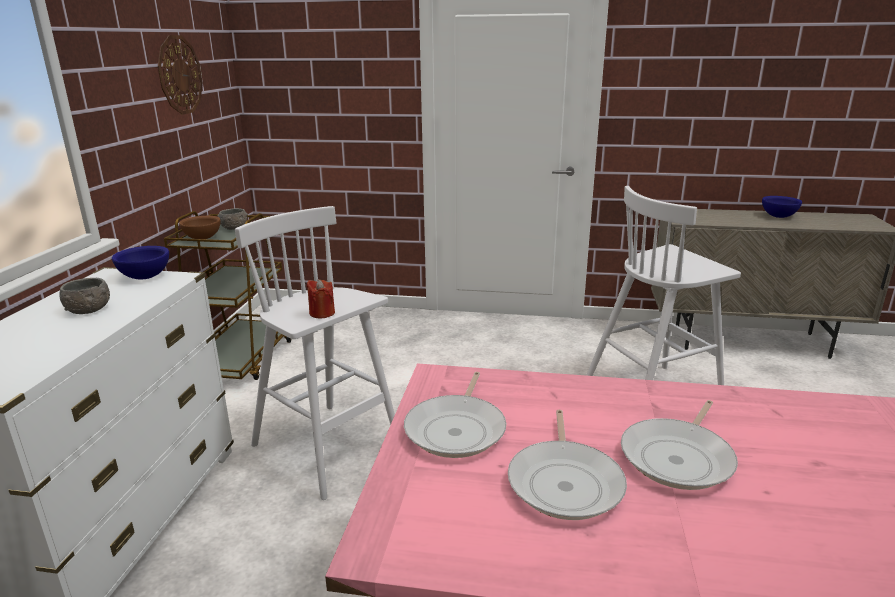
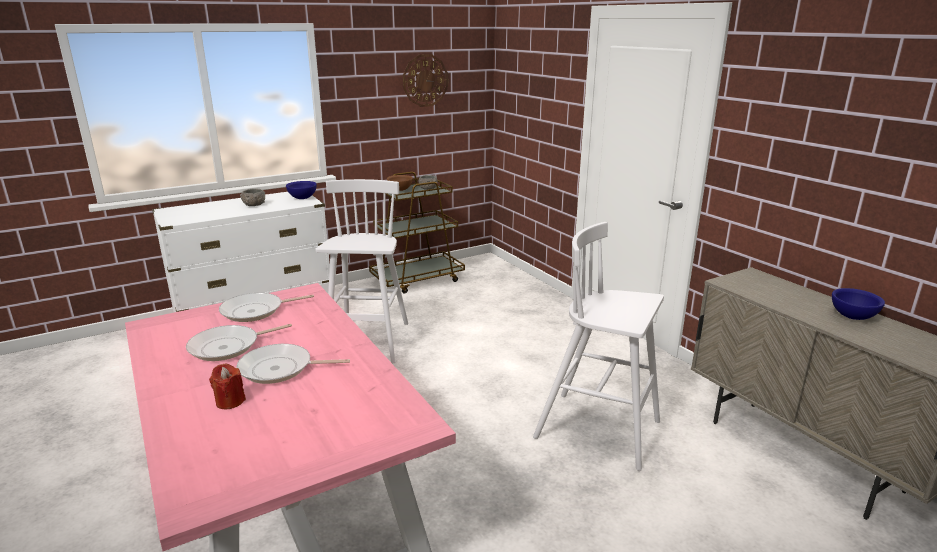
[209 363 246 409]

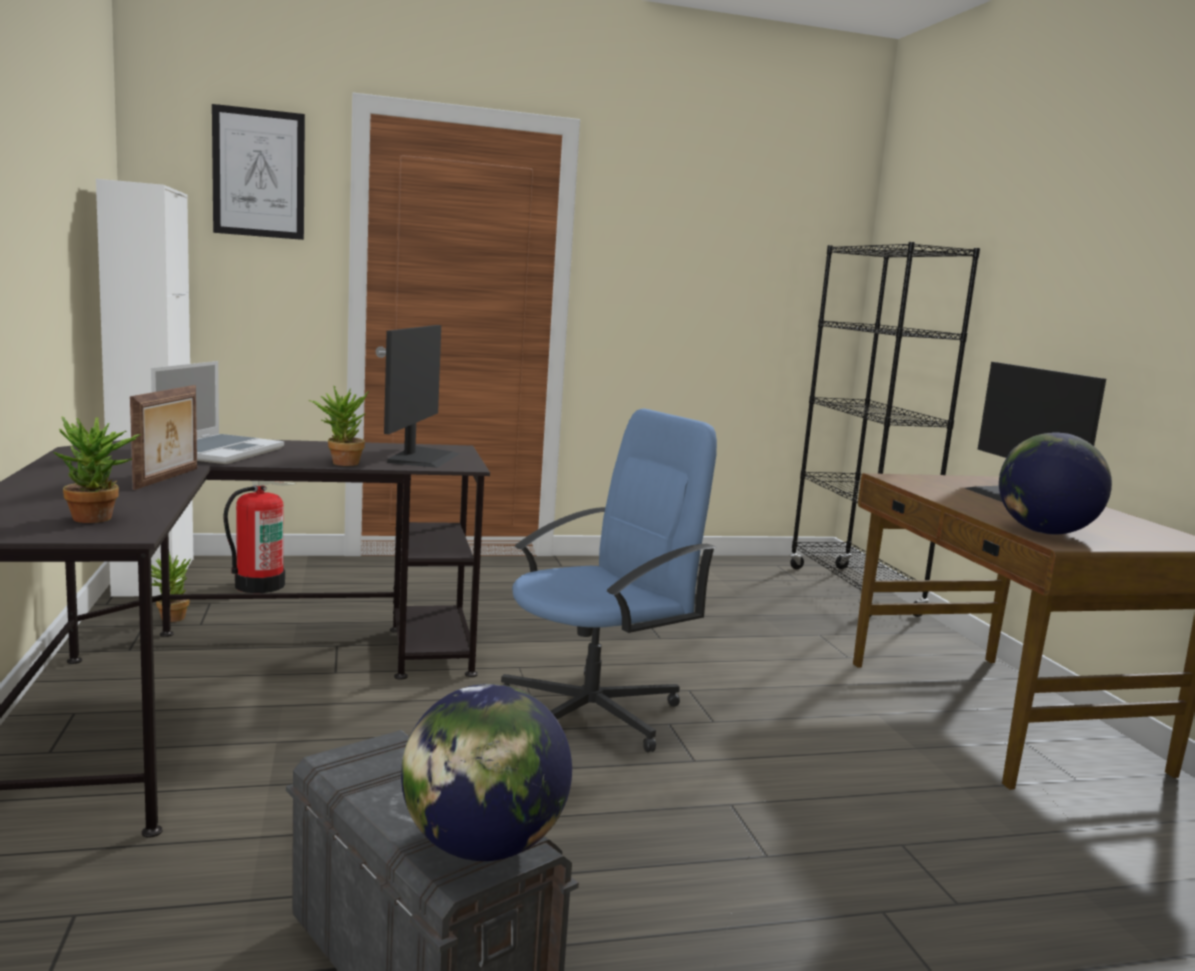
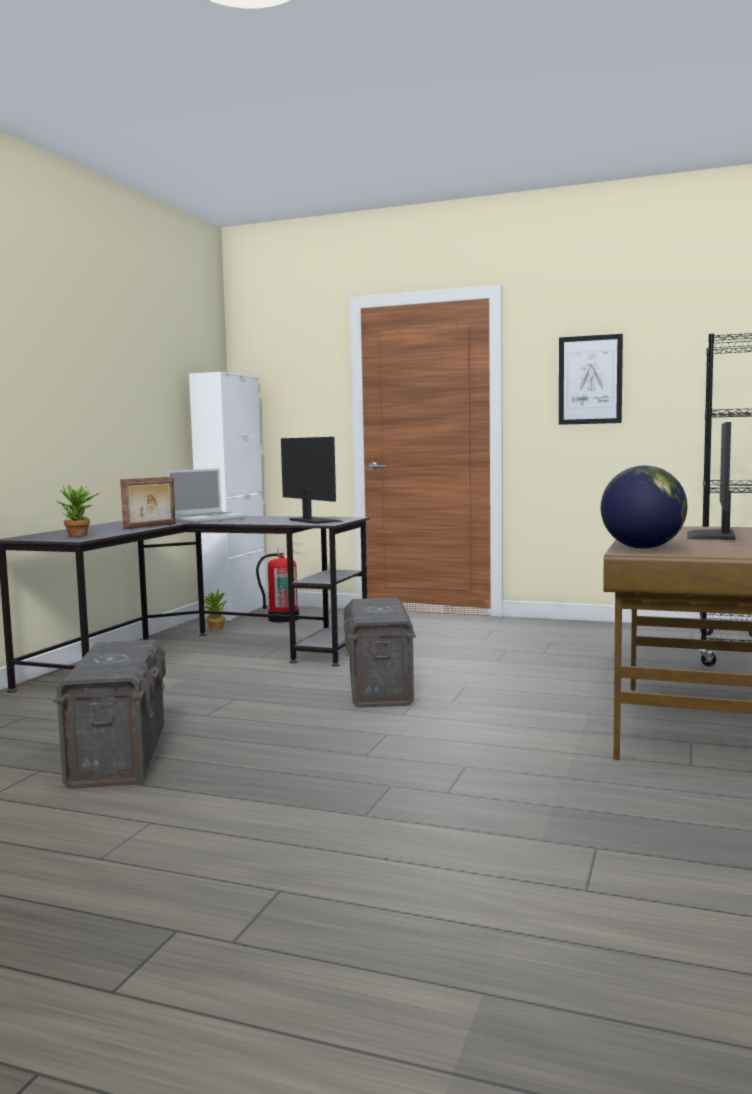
[559 334 623 425]
[281 437 344 524]
[309 386 369 466] (first image)
[344 598 416 708]
[401 684 572 861] (first image)

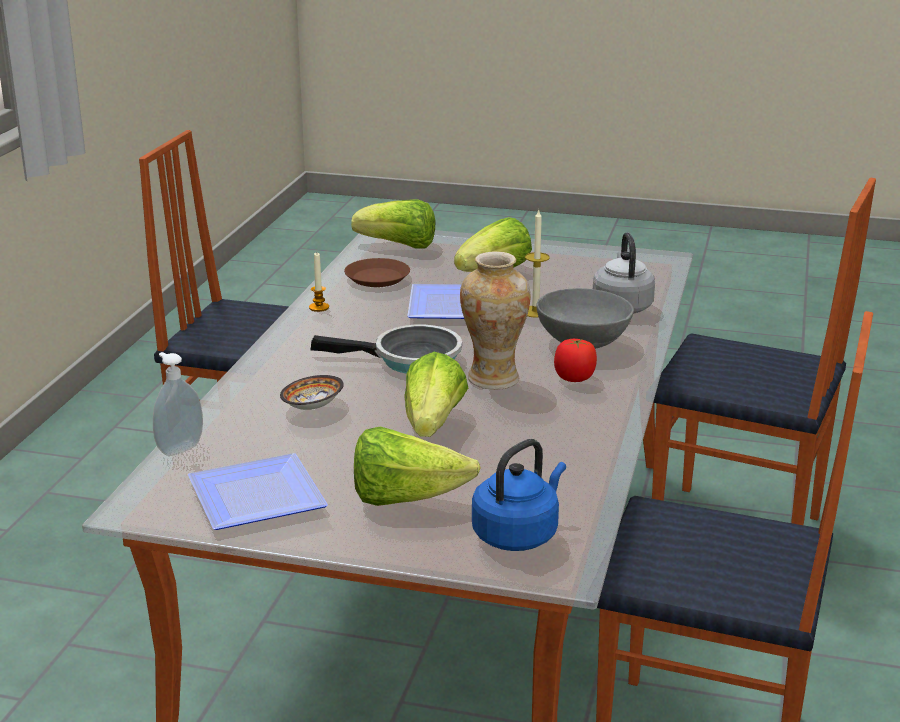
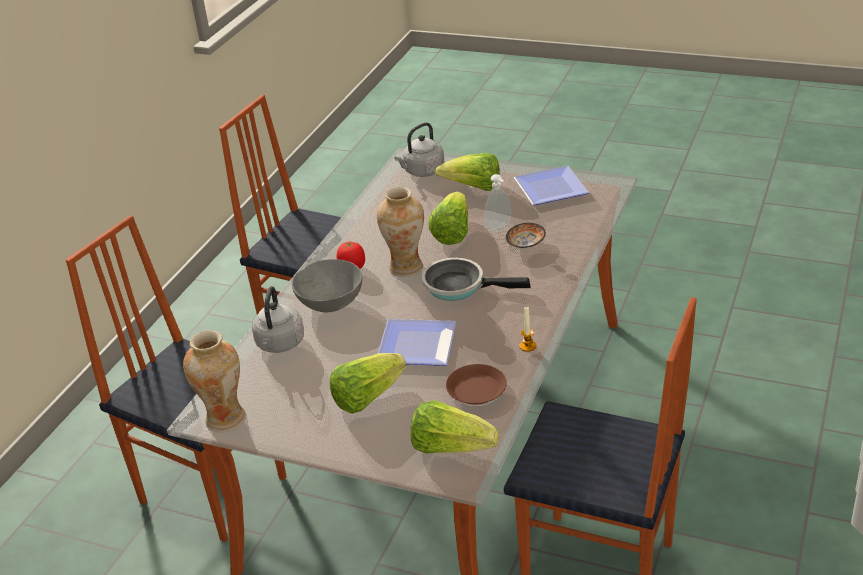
[525 210 550 318] (first image)
[485 174 511 232]
[394 122 444 177]
[183 330 246 433]

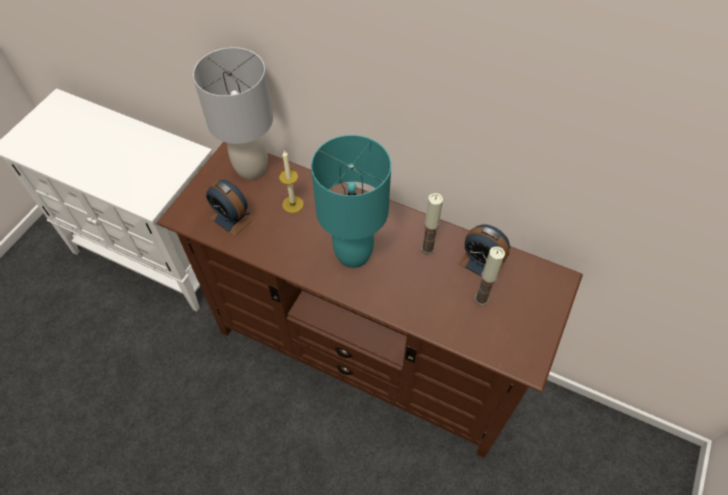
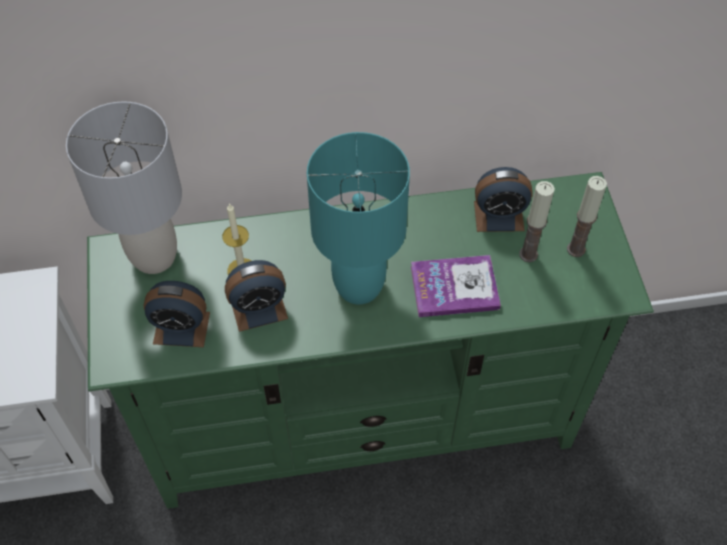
[87 172 654 509]
[567 176 607 257]
[411 255 501 317]
[225 260 288 332]

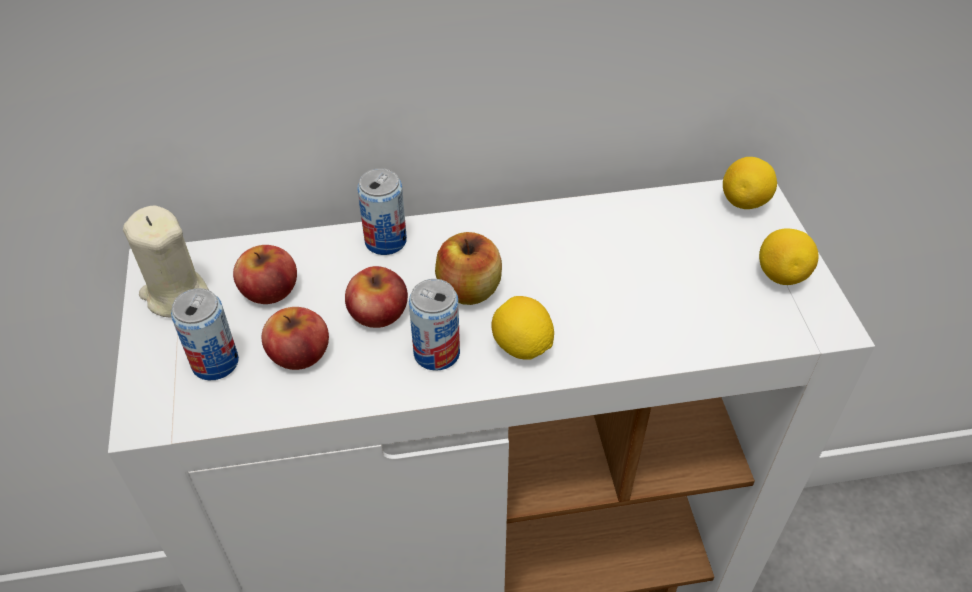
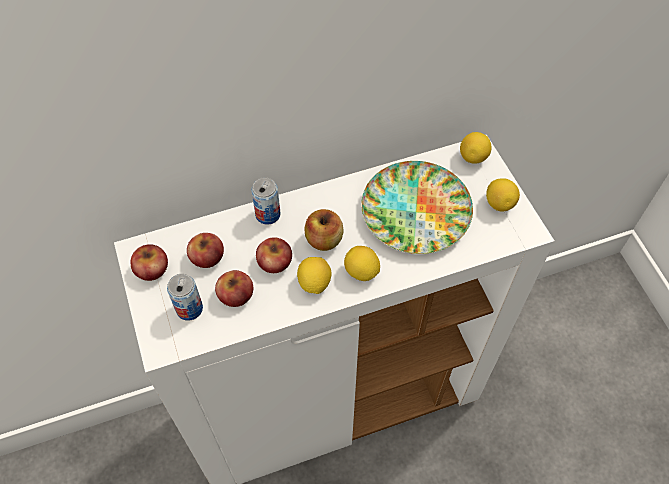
[131 244 168 281]
[297 257 332 294]
[361 161 473 254]

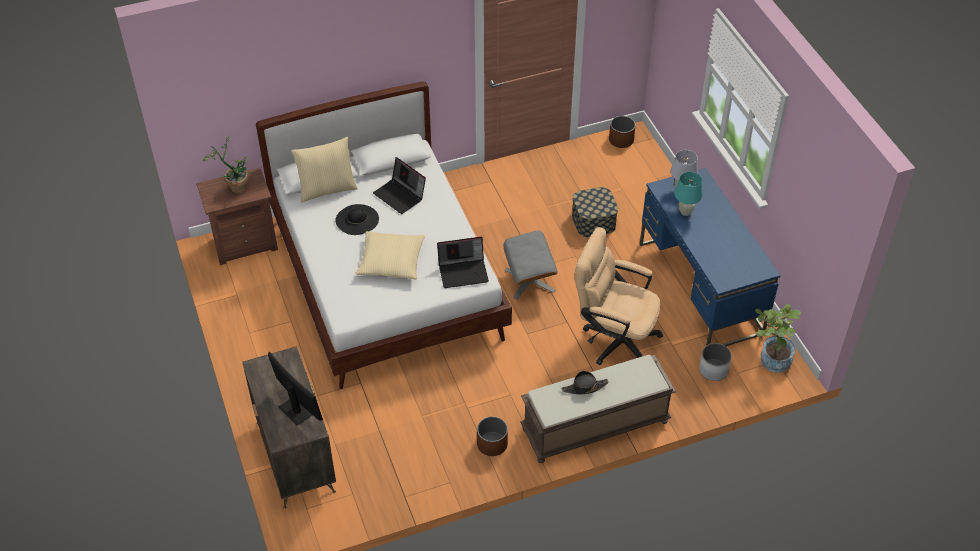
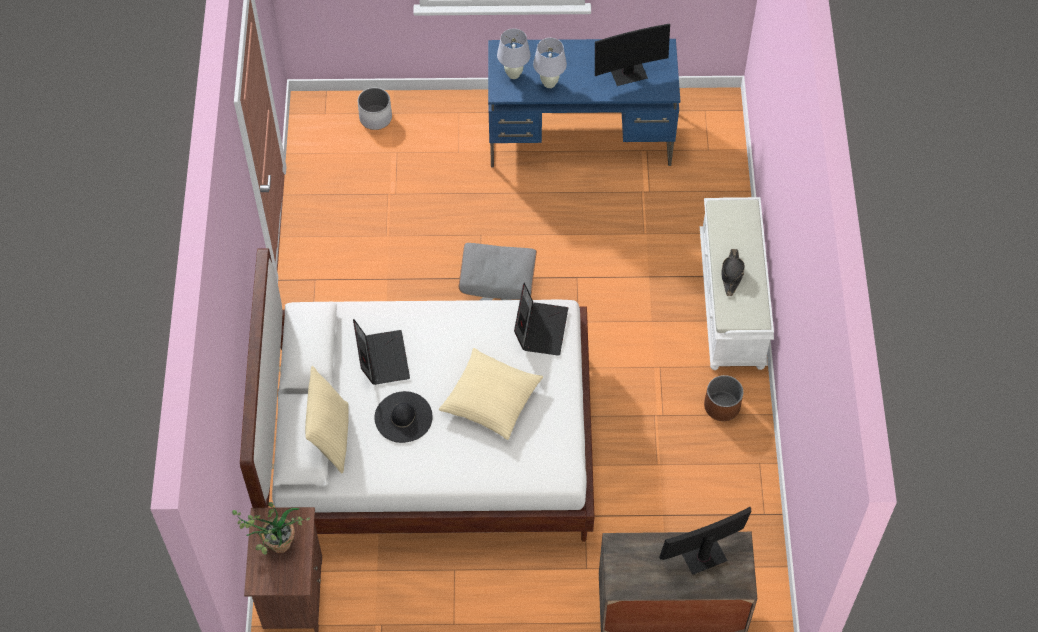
[609 116 636 148] (first image)
[353 319 410 385]
[533 38 567 88]
[572 187 618 237] (first image)
[575 227 663 365] (first image)
[755 304 802 373] (first image)
[358 88 392 130]
[700 197 774 370]
[595 24 670 86]

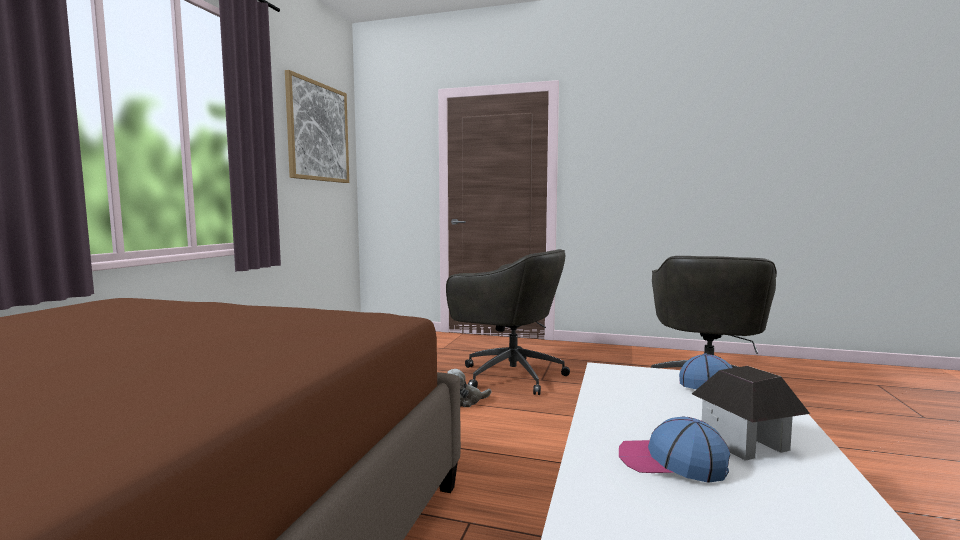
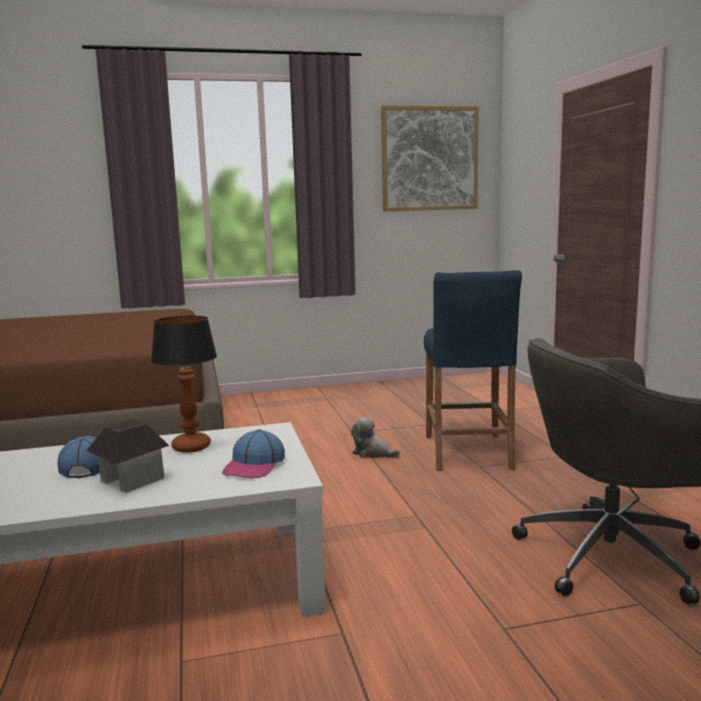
[424 270 522 471]
[151 316 217 453]

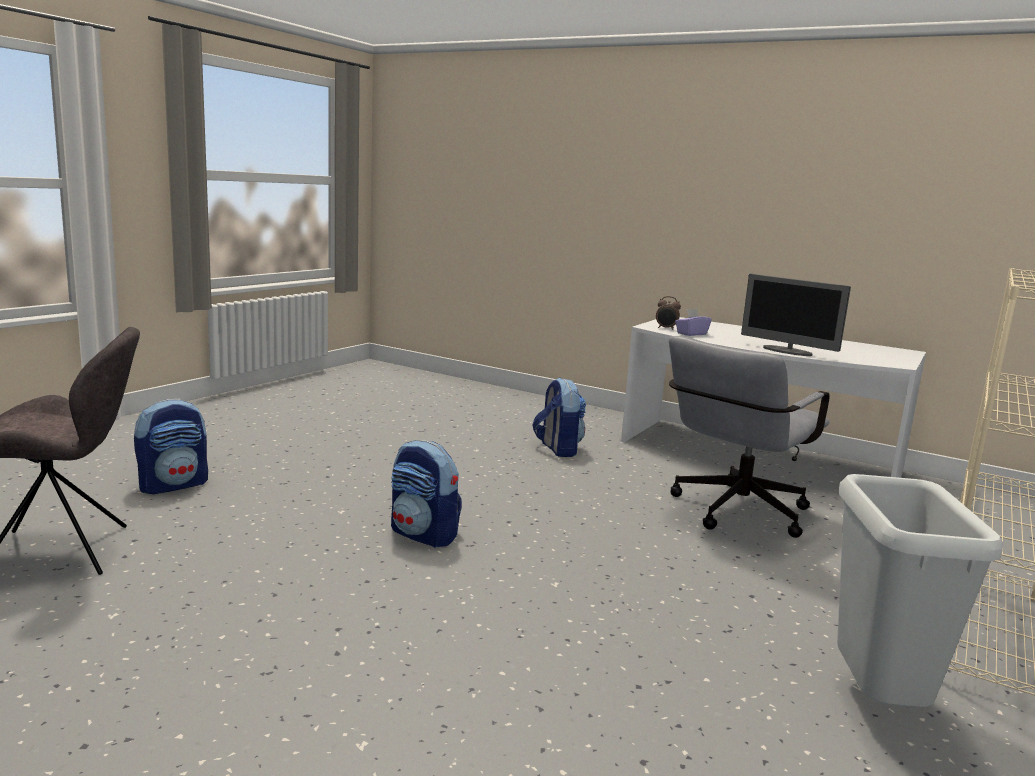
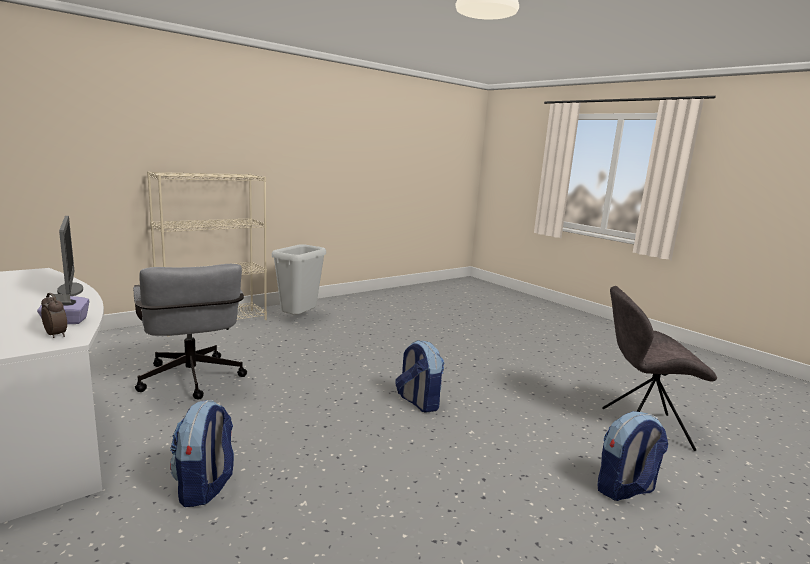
[133 264 247 400]

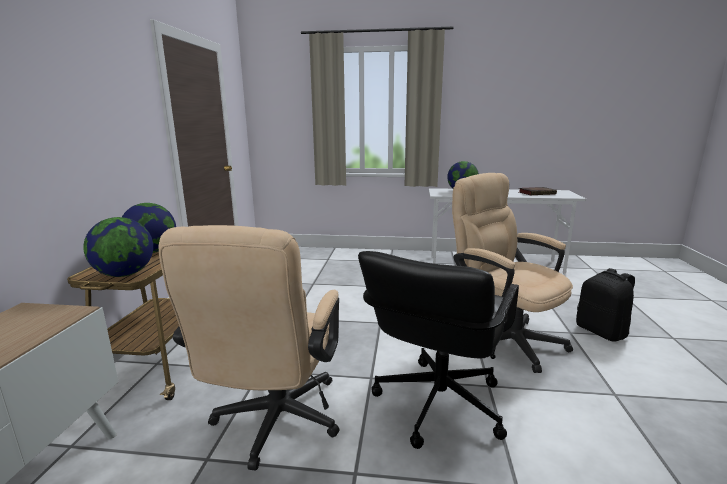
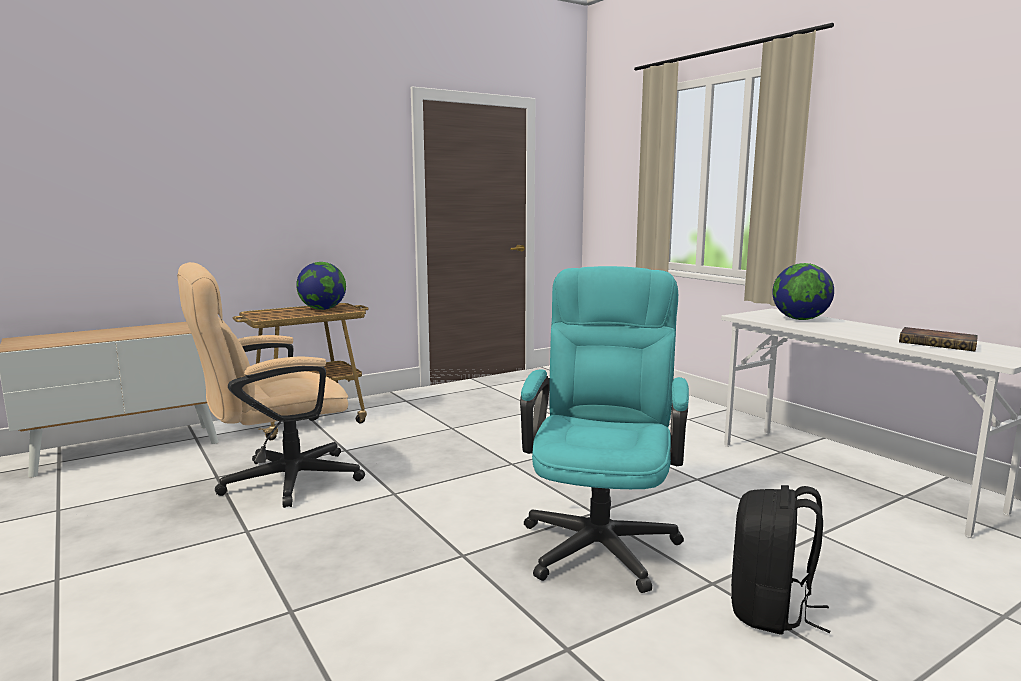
[520 266 689 593]
[83 217 153 277] (first image)
[358 251 519 449] (first image)

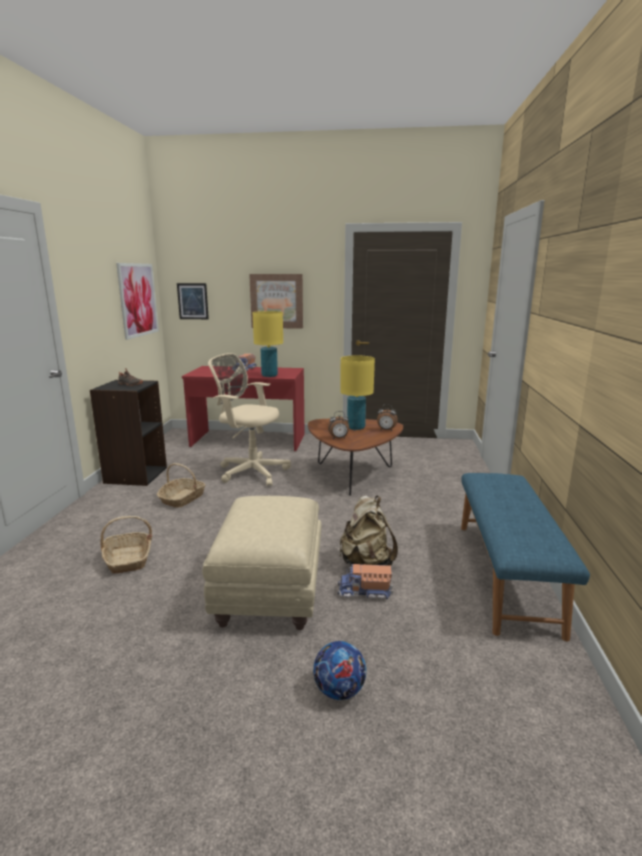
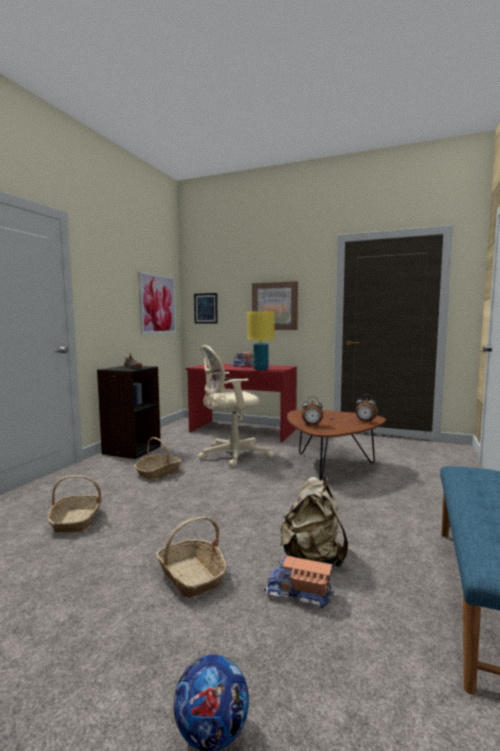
[198 345 274 468]
[340 356 375 430] (first image)
[156 516 227 598]

